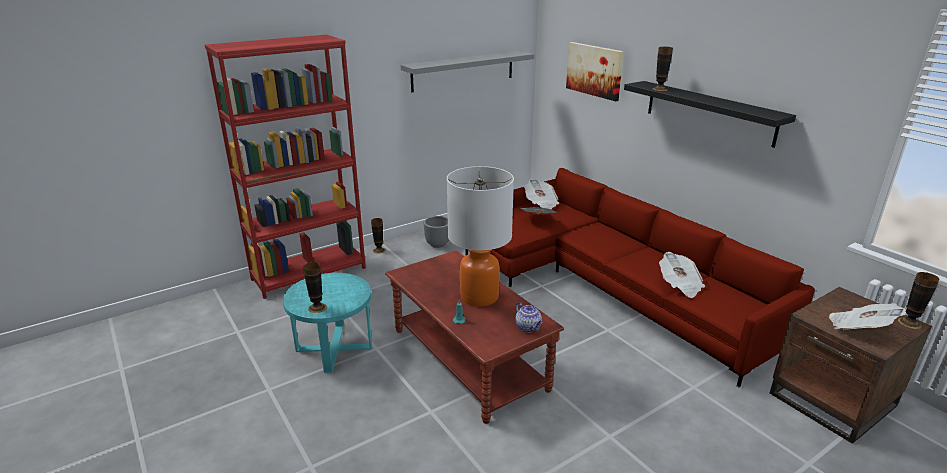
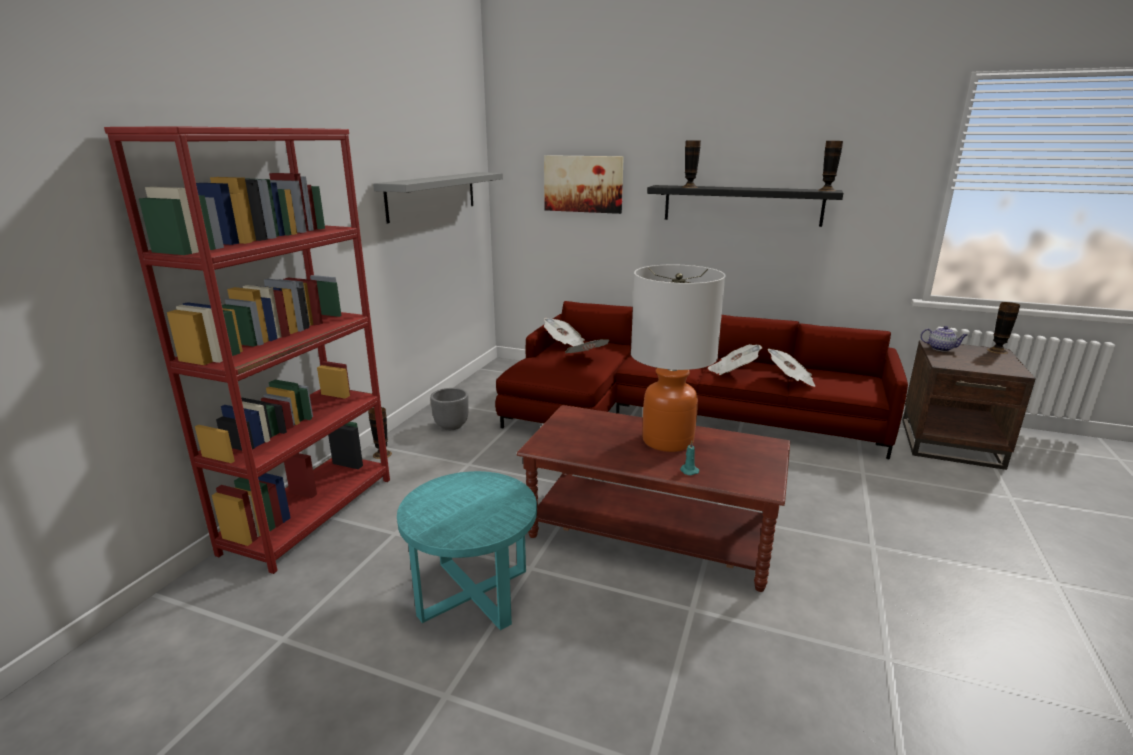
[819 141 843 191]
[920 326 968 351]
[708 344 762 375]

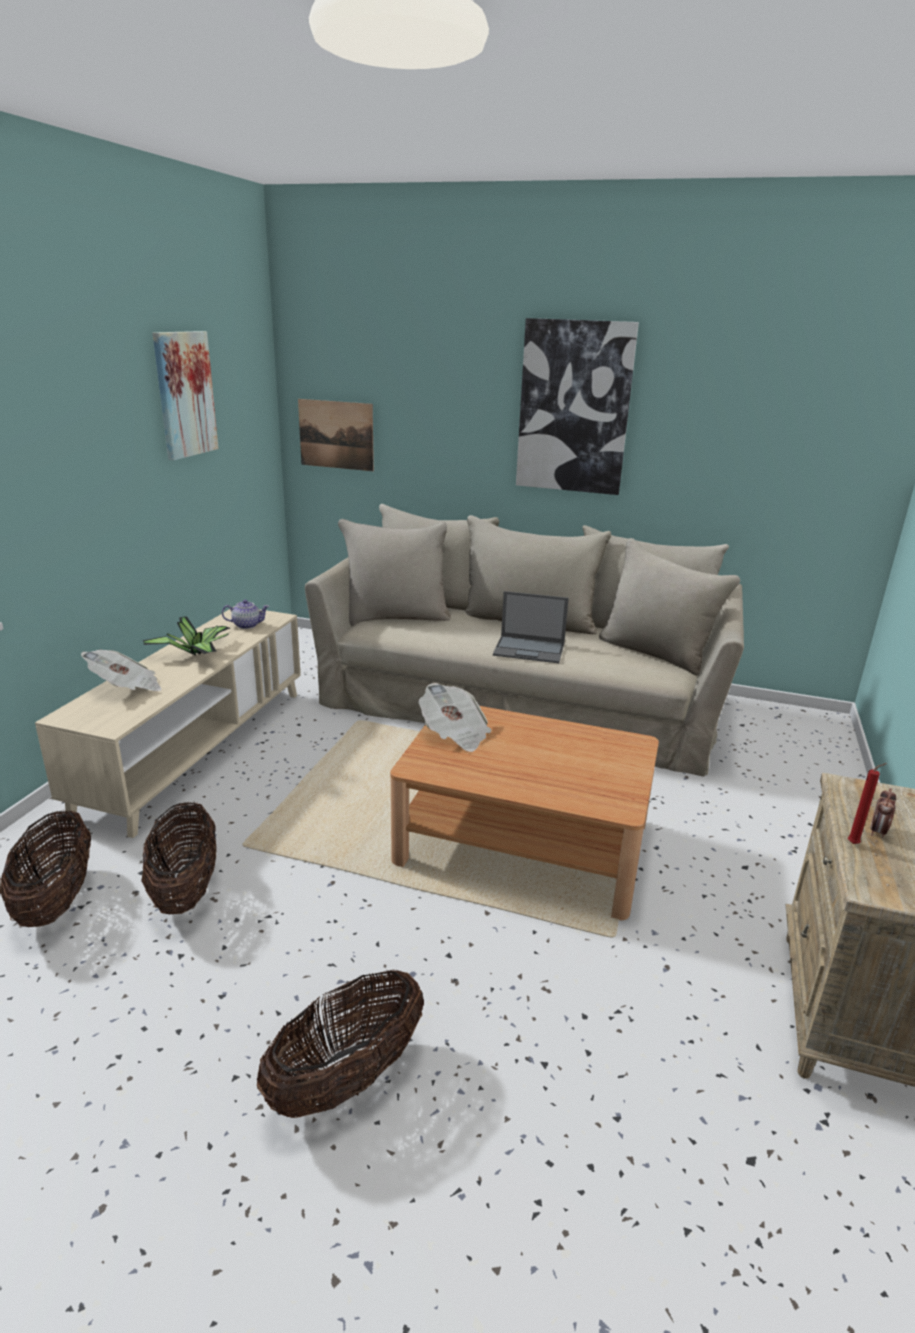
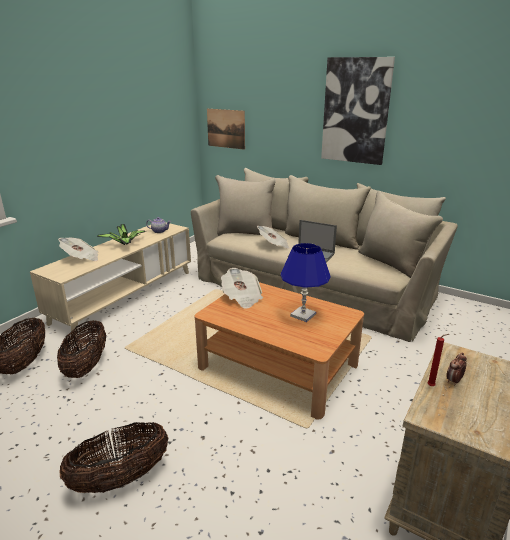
[152 331 219 460] (first image)
[257 226 290 249]
[280 243 331 322]

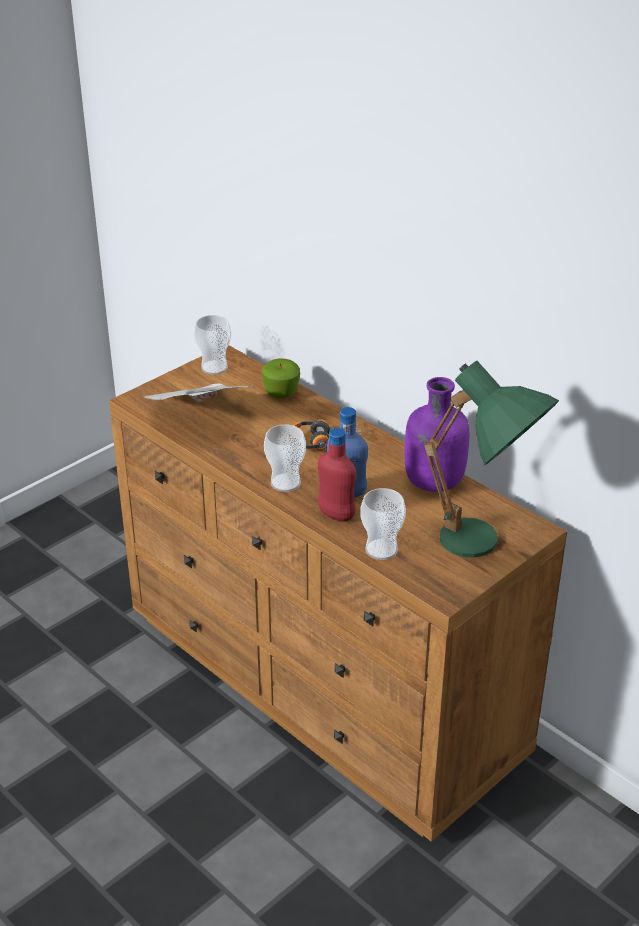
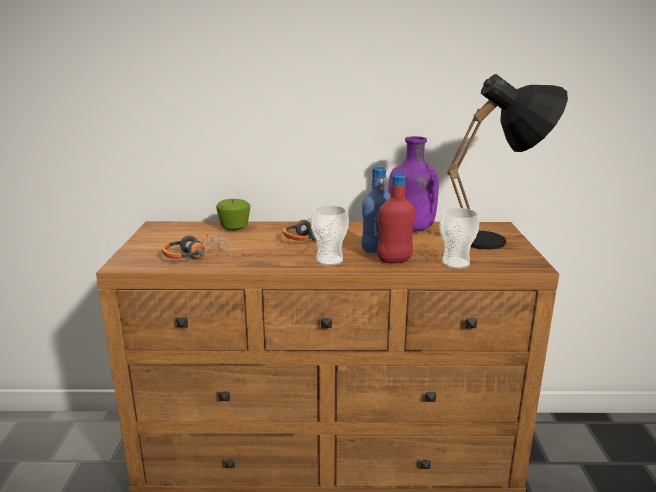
[194 315 231 375] (first image)
[447 74 568 250]
[162 234 237 259]

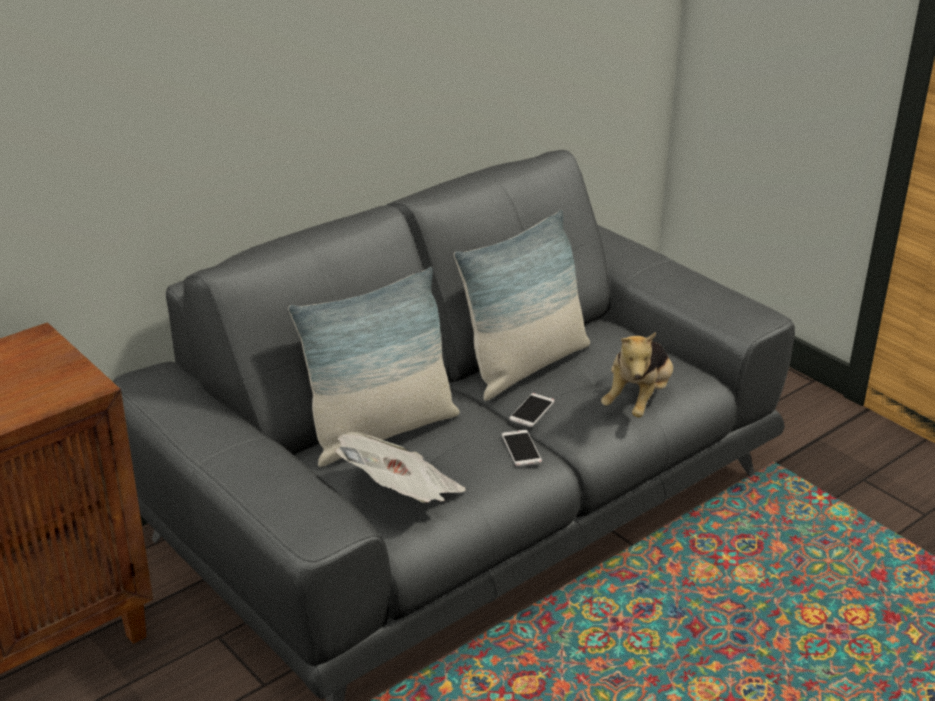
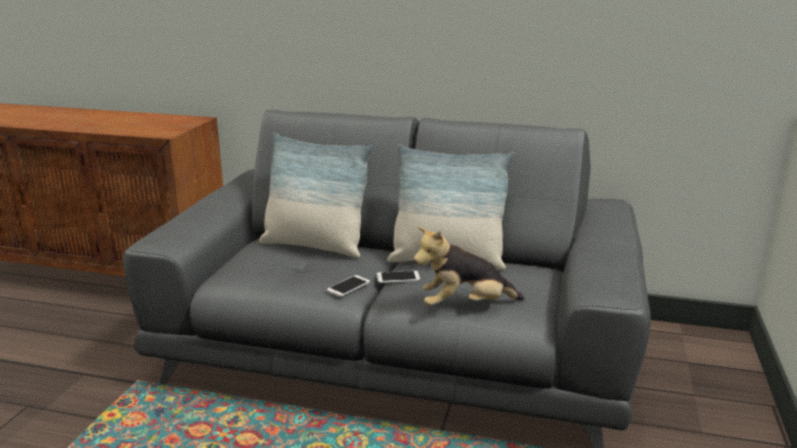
[335 432 466 503] (first image)

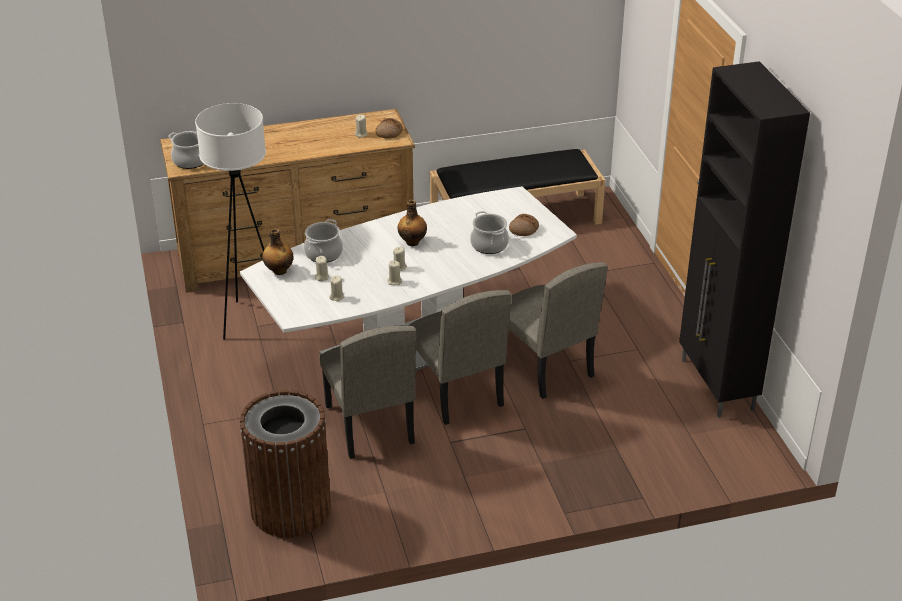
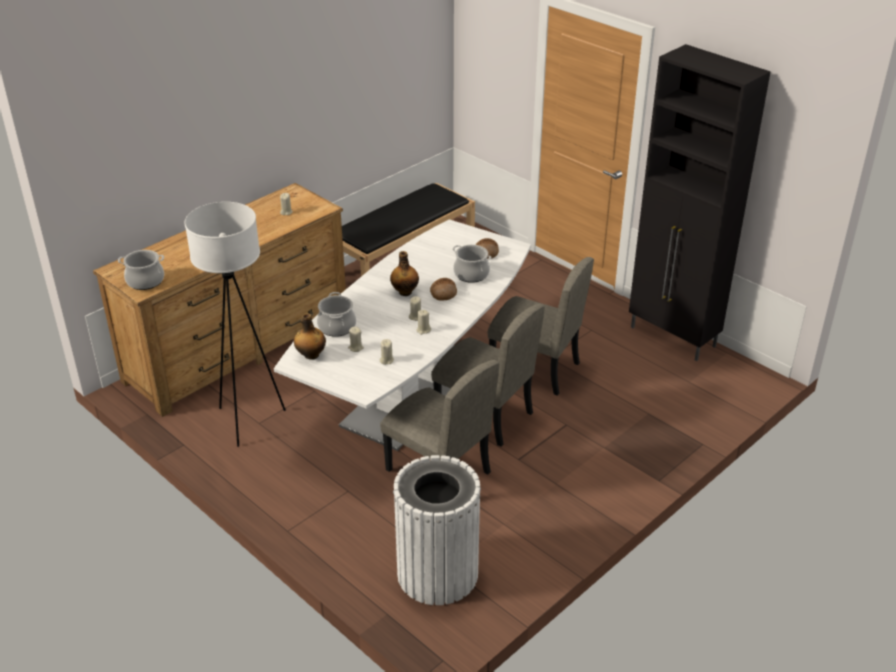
[430 278 457 301]
[393 455 481 605]

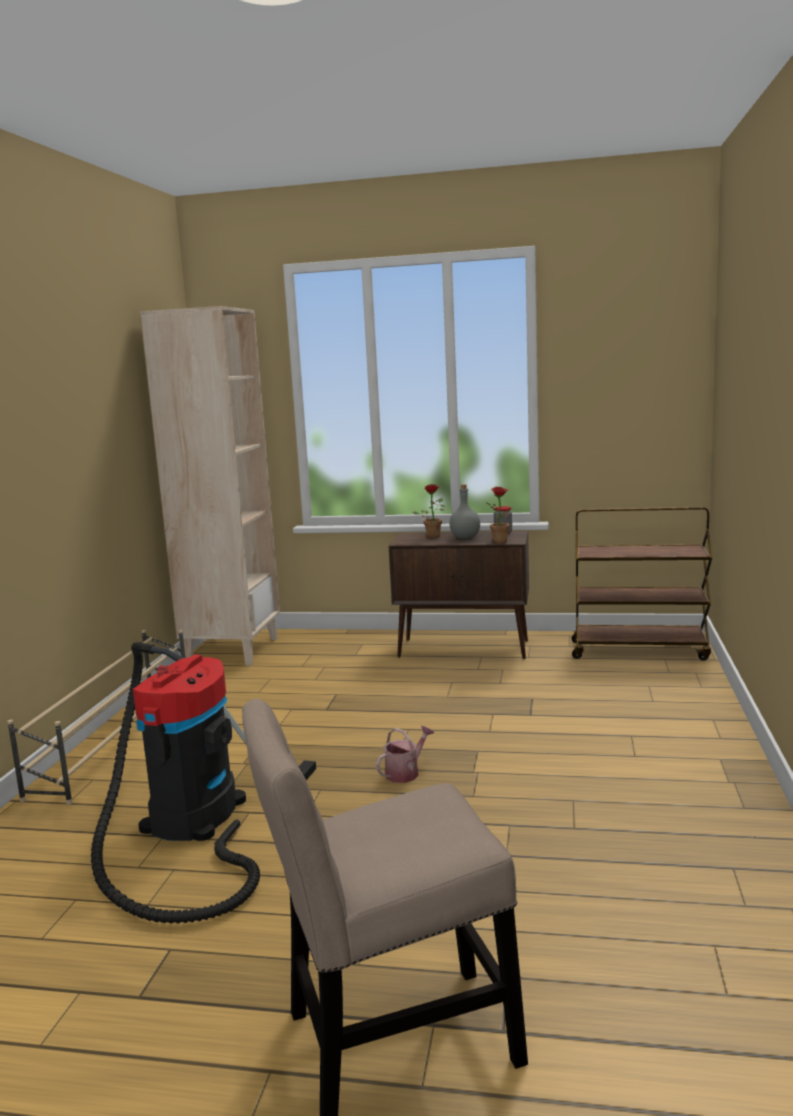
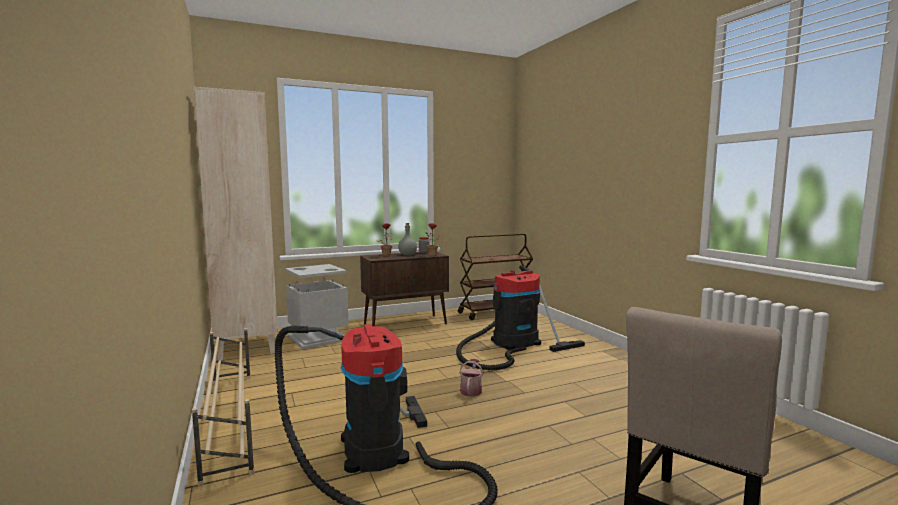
[285 264 348 349]
[456 265 585 370]

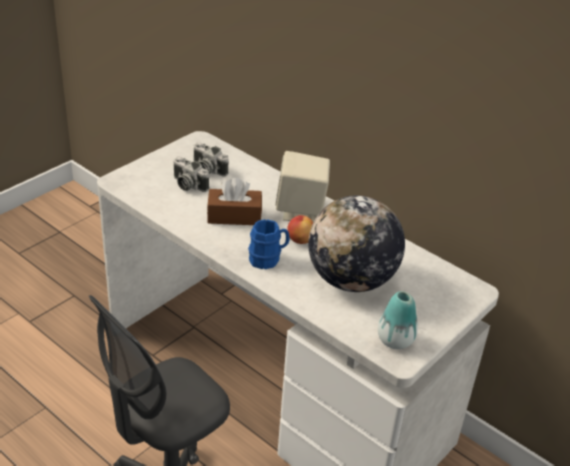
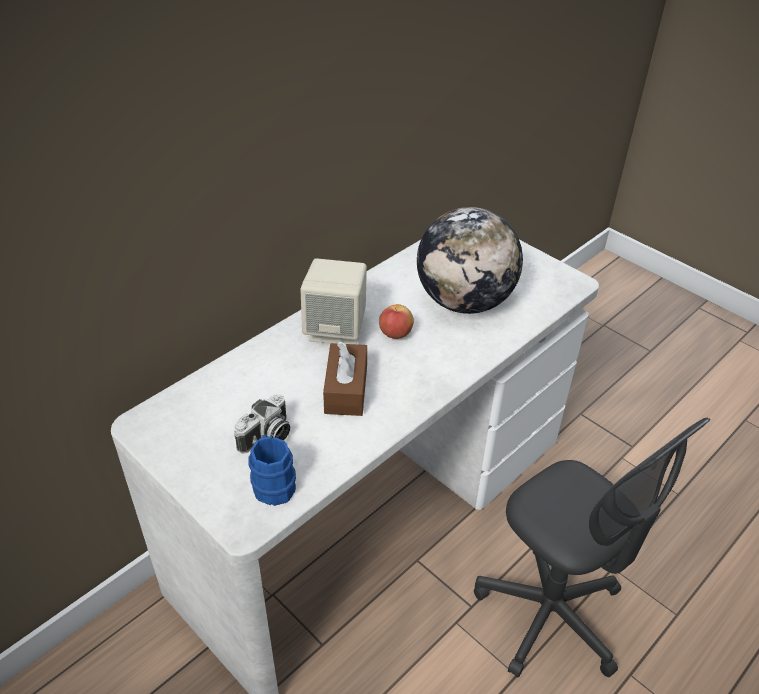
[194 142 229 177] (first image)
[248 435 296 506]
[378 291 418 349] (first image)

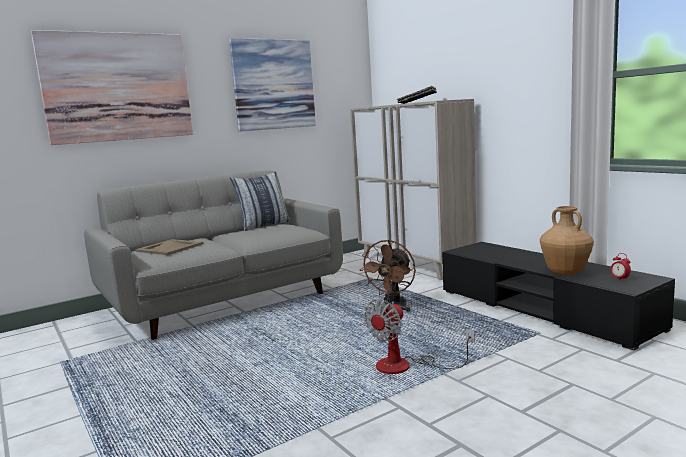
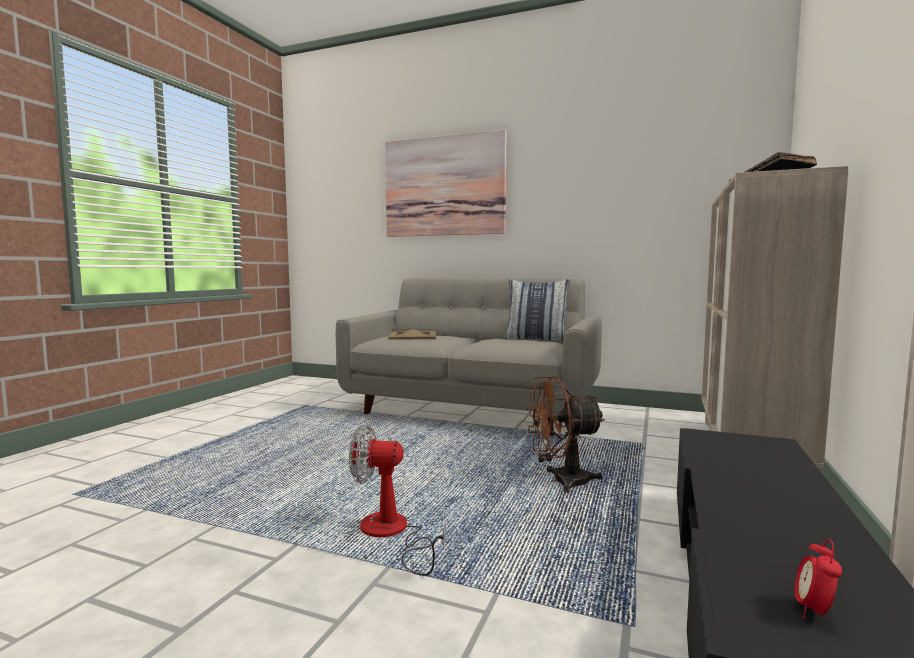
[229 38 316 132] (first image)
[540 206 594 275] (first image)

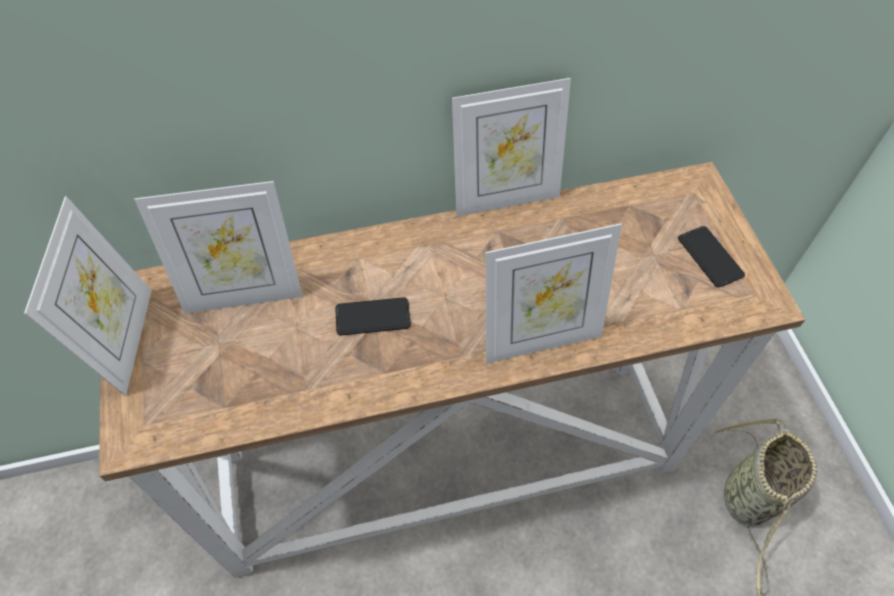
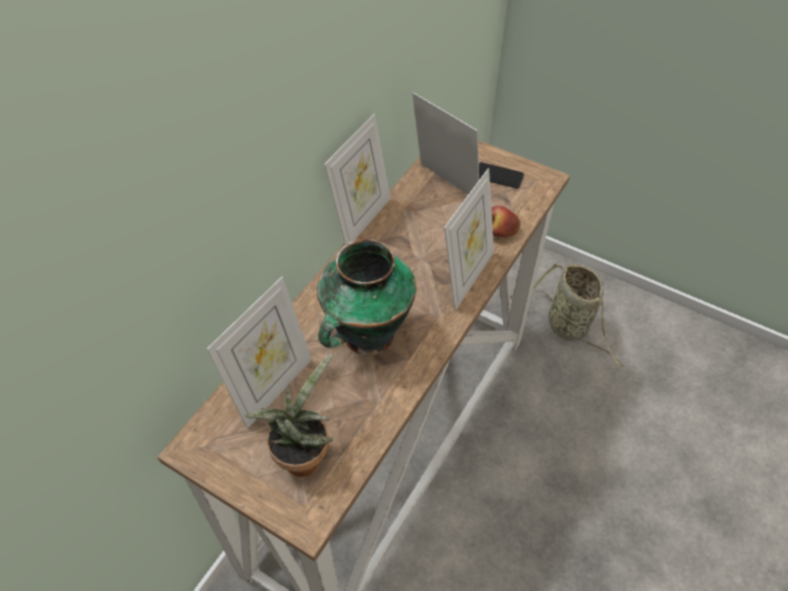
[412 92 479 195]
[317 239 416 356]
[491 206 520 237]
[245 353 333 477]

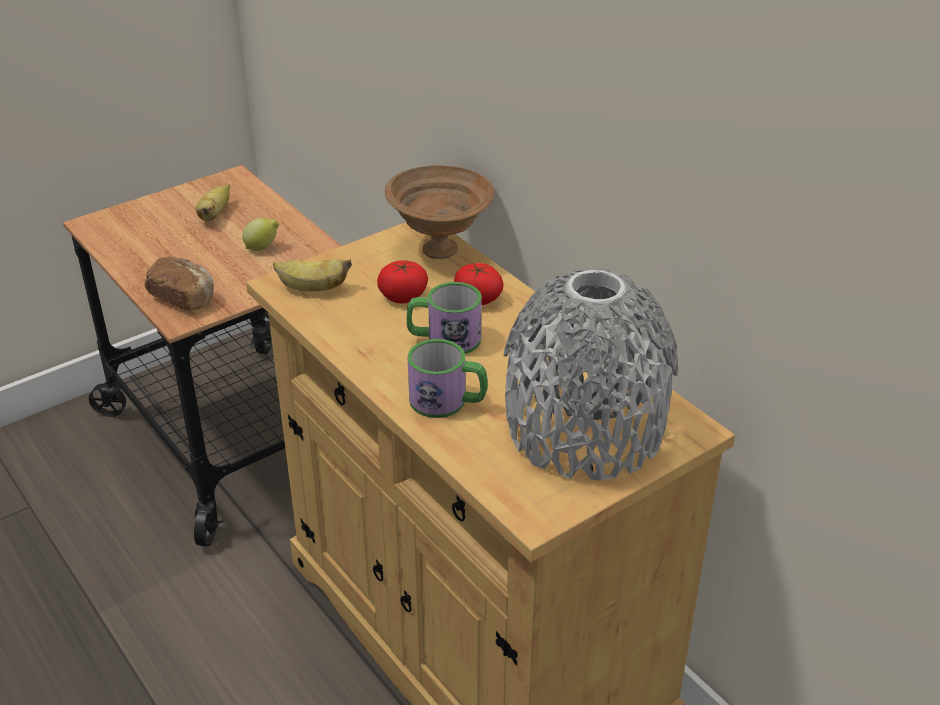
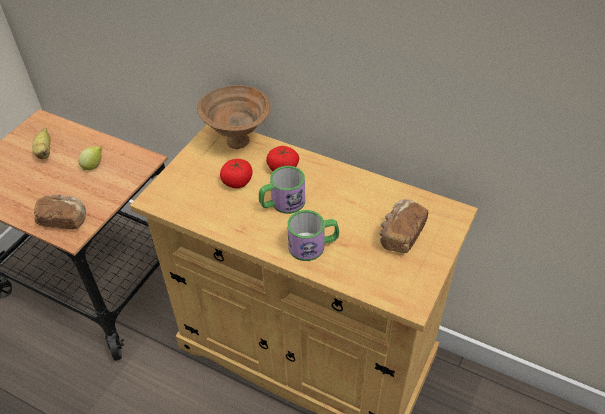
[273 259 352 292] (first image)
[379 199 428 253]

